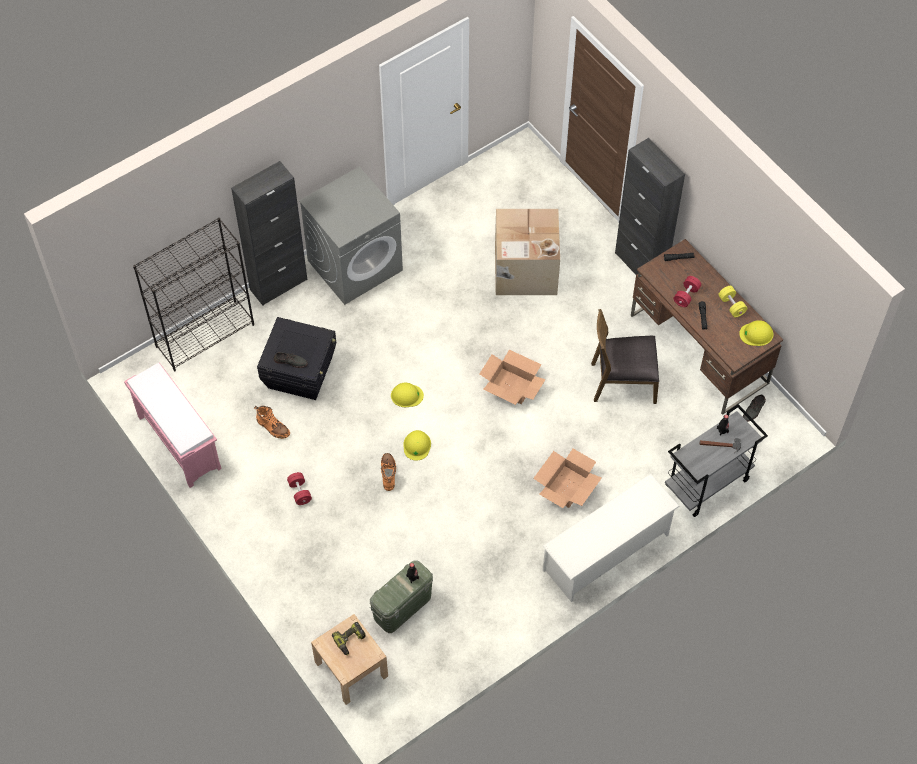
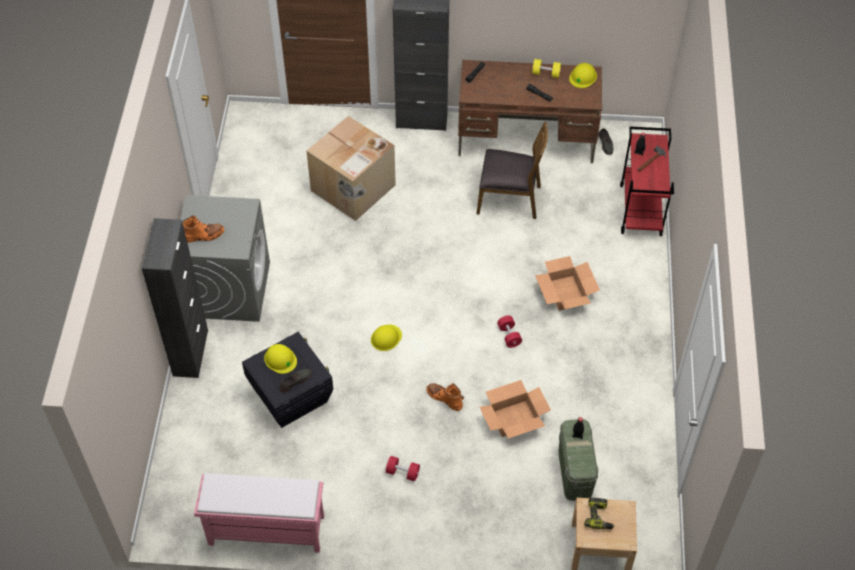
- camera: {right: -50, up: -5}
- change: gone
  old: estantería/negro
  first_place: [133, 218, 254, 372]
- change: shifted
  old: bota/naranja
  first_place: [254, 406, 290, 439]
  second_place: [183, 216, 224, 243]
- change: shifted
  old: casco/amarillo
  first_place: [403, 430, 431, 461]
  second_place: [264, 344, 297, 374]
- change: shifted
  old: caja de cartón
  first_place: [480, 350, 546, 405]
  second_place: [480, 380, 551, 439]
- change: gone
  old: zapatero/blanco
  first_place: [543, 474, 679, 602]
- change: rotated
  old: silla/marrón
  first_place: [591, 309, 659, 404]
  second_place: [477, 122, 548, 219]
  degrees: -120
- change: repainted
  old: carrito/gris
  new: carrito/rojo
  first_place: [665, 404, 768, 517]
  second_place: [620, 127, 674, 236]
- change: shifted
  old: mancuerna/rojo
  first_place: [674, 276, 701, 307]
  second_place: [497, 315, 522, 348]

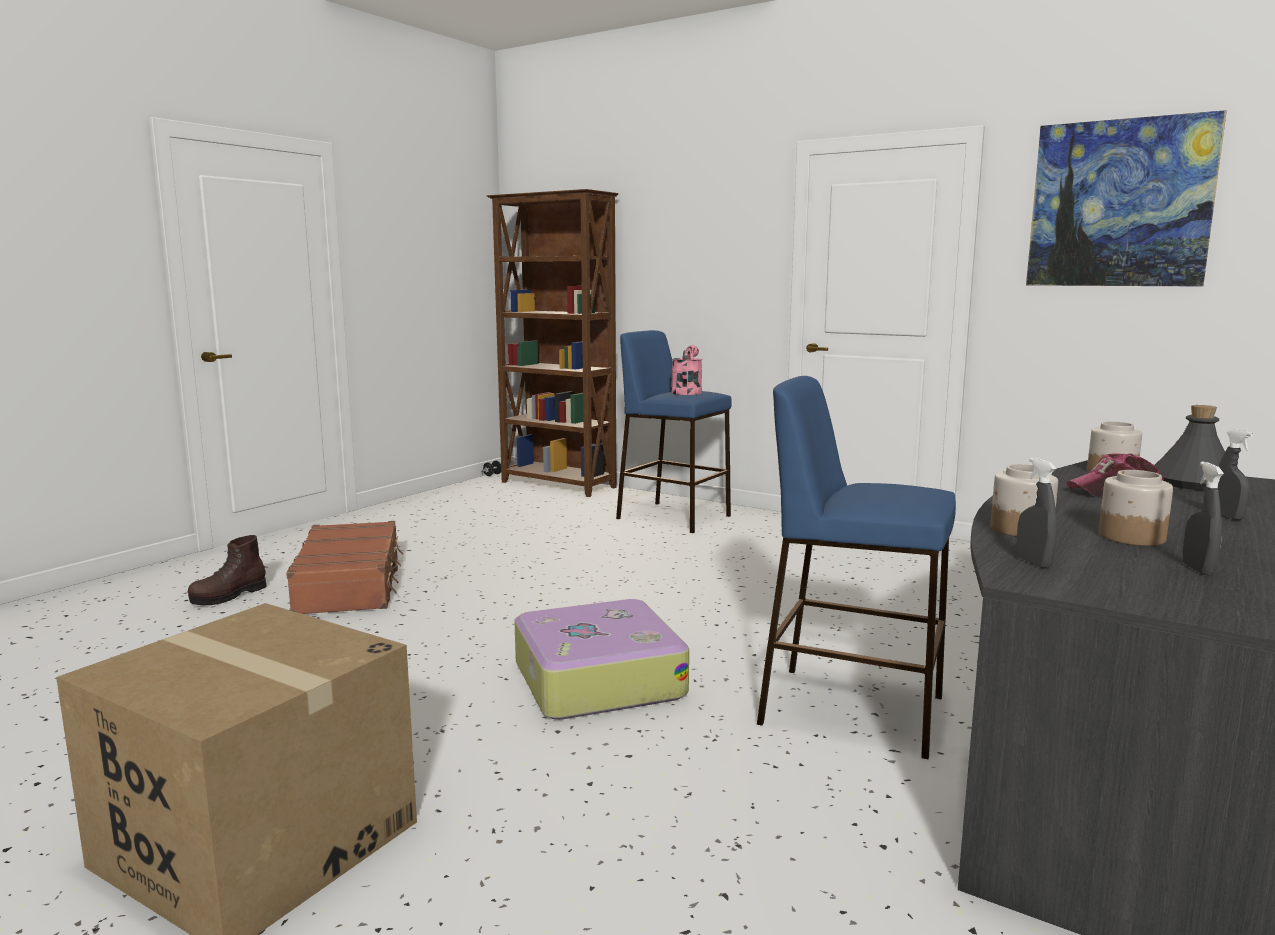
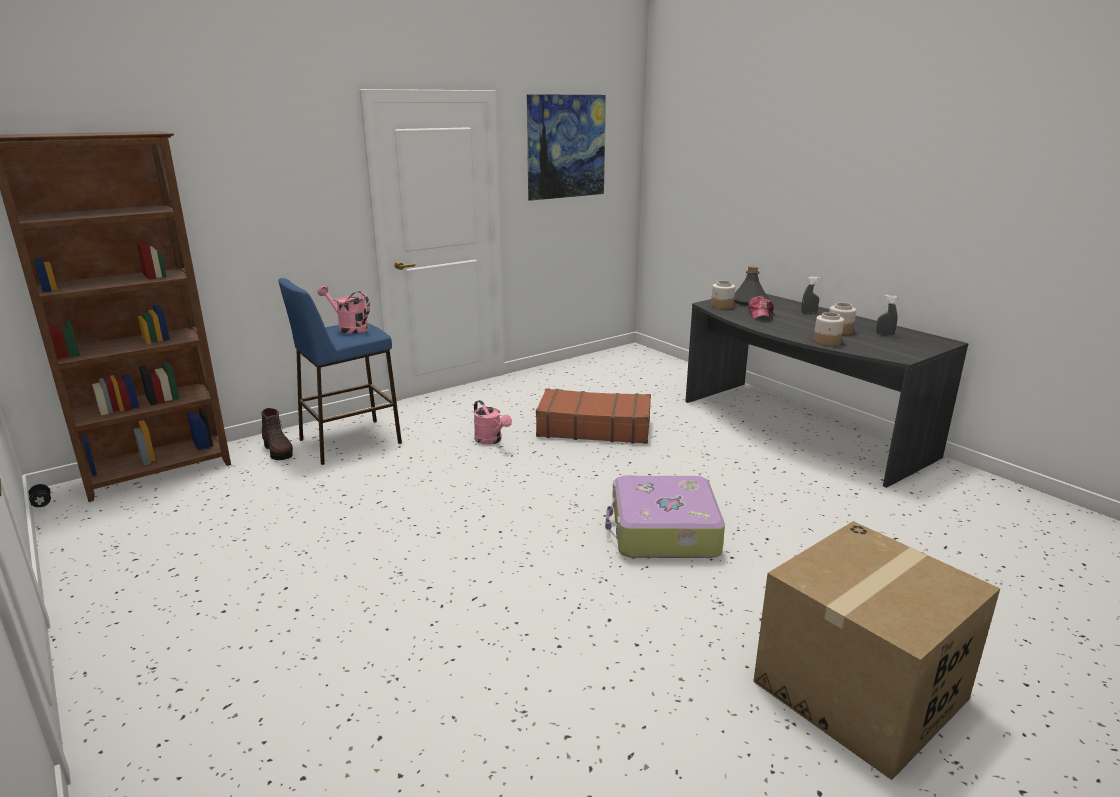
- camera: {right: -70, up: 10}
- change: shifted
  old: bota/marrón
  first_place: [188, 535, 266, 605]
  second_place: [262, 408, 293, 460]
- change: shifted
  old: maleta/marrón
  first_place: [286, 521, 403, 614]
  second_place: [536, 388, 651, 444]
- change: gone
  old: taburete/azul
  first_place: [757, 376, 956, 759]
- change: gone
  old: pulverizador/gris
  first_place: [1016, 457, 1057, 568]
- change: new
  new: regadera/rosa
  second_place: [473, 400, 512, 445]

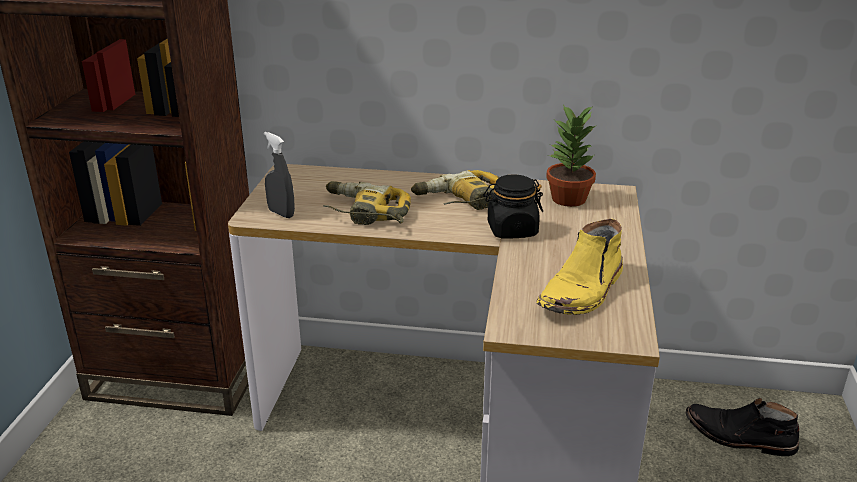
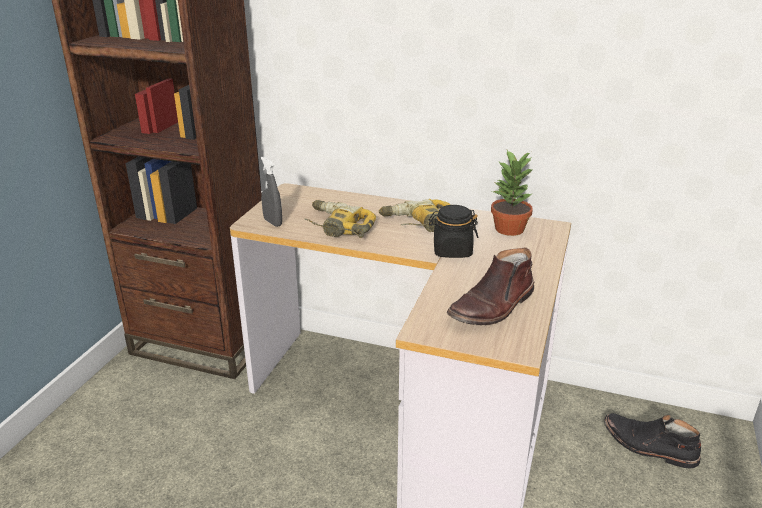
- camera: {right: 10, up: 0}
- change: repainted
  old: bota/amarillo
  new: bota/marrón
  first_place: [536, 219, 623, 315]
  second_place: [447, 248, 534, 325]

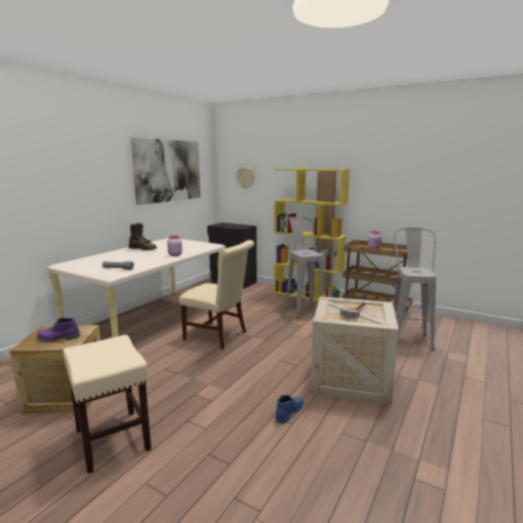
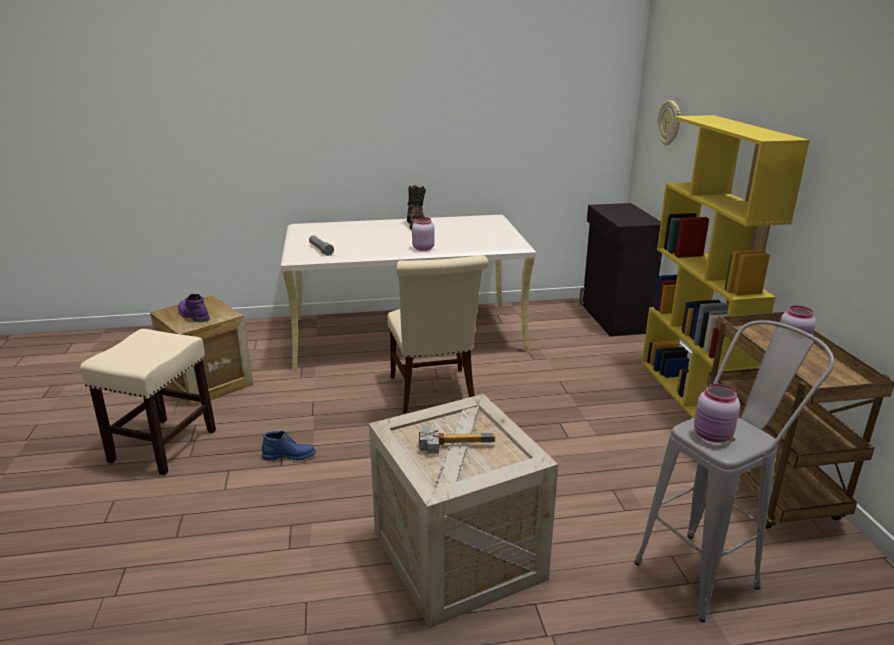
- camera: {right: 50, up: 10}
- change: gone
  old: cuadro
  first_place: [131, 137, 200, 205]
- change: shifted
  old: bota/azul
  first_place: [276, 395, 304, 423]
  second_place: [262, 431, 316, 461]
- change: gone
  old: taburete/gris
  first_place: [282, 217, 325, 319]
- change: new
  new: tarro/rosa
  second_place: [694, 384, 740, 443]

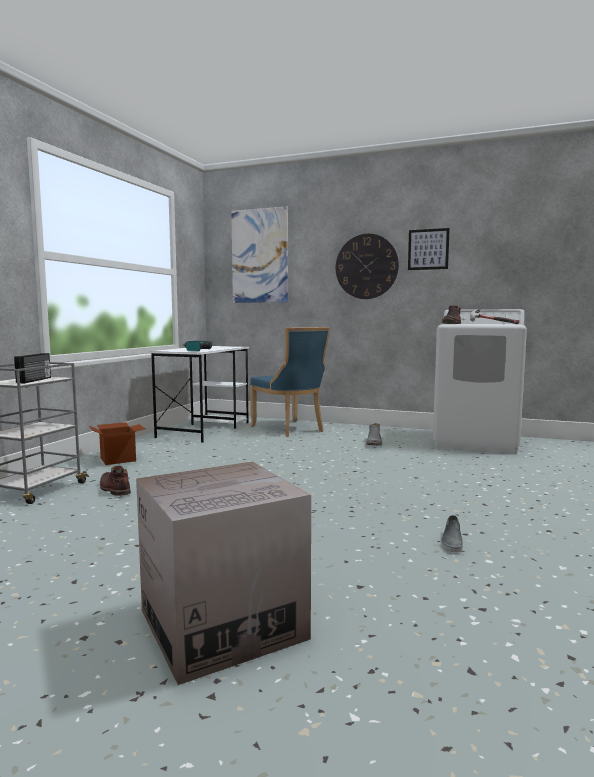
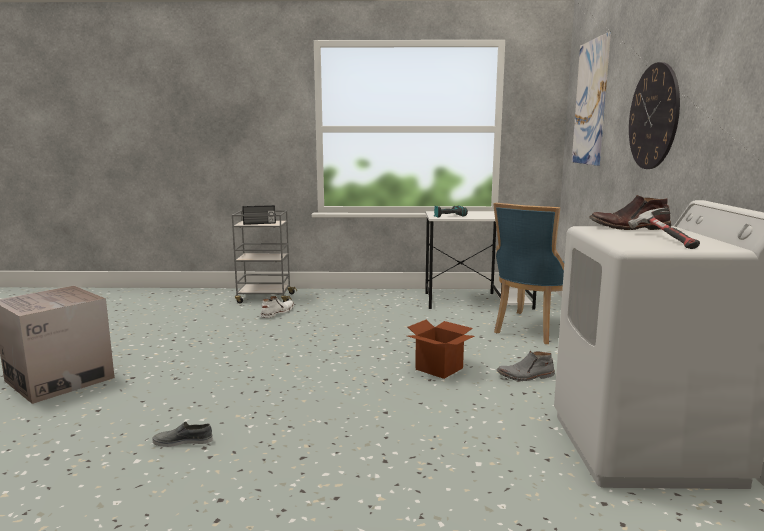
- camera: {right: 70, up: 5}
- change: shifted
  old: caja de cartón
  first_place: [89, 422, 145, 465]
  second_place: [407, 320, 474, 379]
- change: repainted
  old: bota/marrón
  new: bota/blanco
  first_place: [100, 466, 131, 496]
  second_place: [260, 296, 294, 318]
- change: gone
  old: cuadro
  first_place: [408, 228, 450, 270]

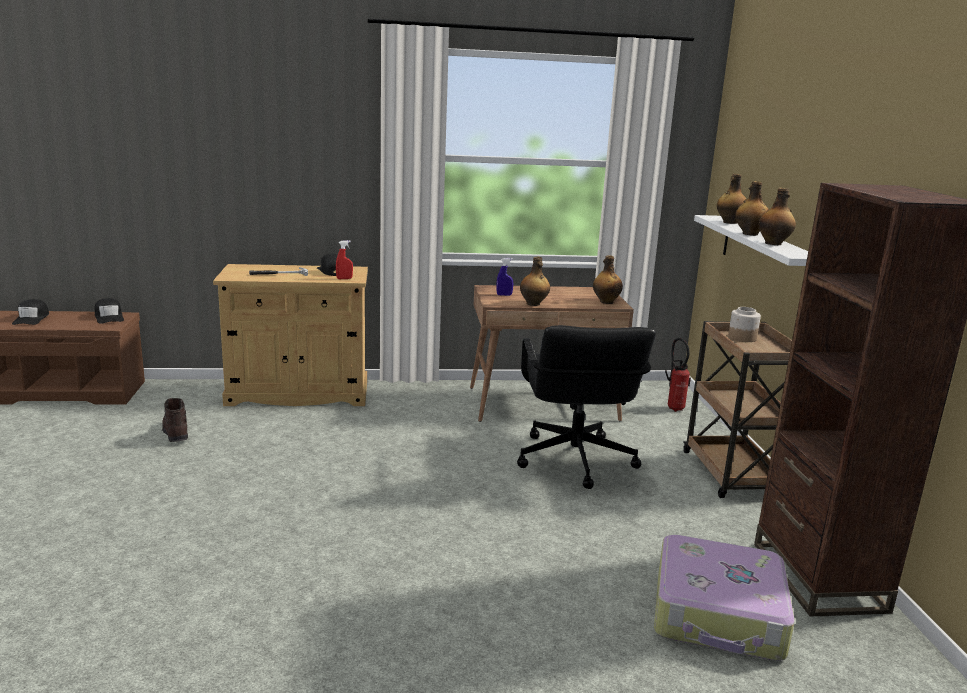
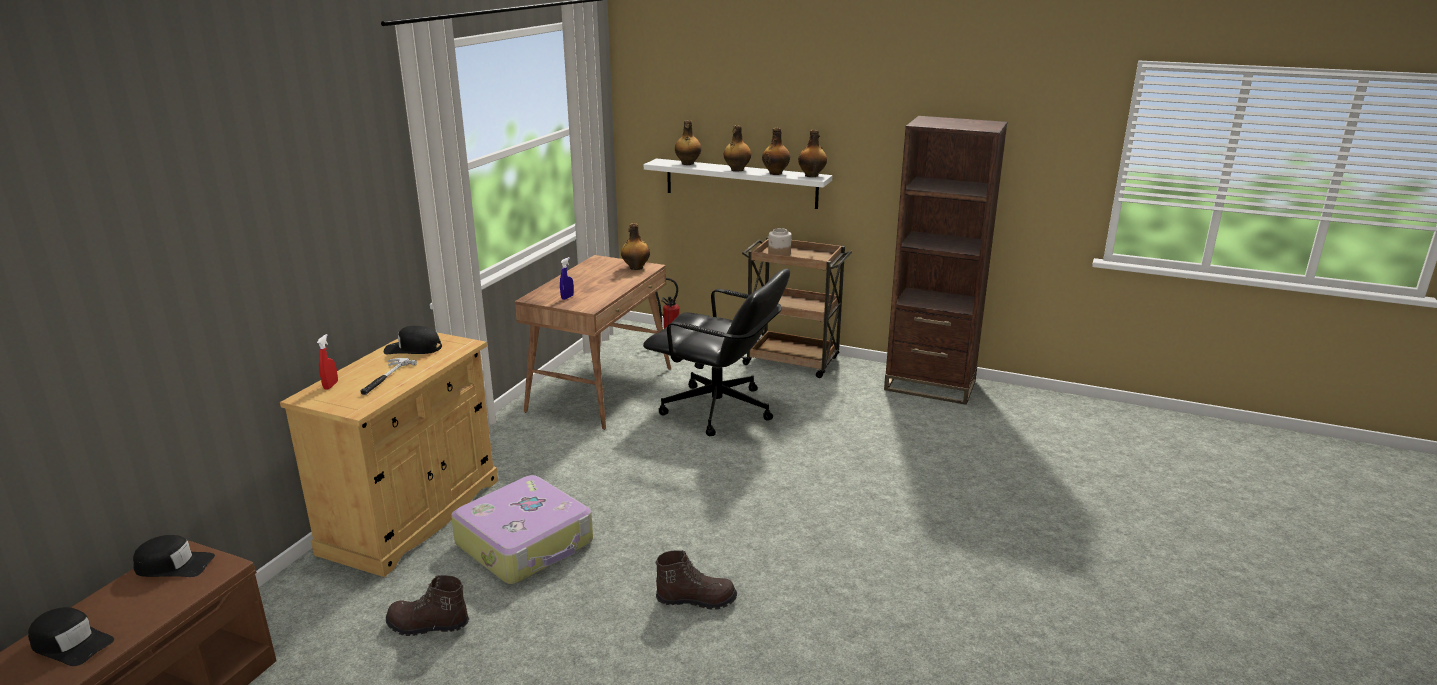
- camera: {right: -60, up: 5}
- change: shifted
  old: pulverizador/rojo
  first_place: [336, 240, 353, 279]
  second_place: [317, 334, 338, 390]
- change: shifted
  old: botella
  first_place: [520, 257, 550, 306]
  second_place: [798, 129, 827, 177]
- change: shifted
  old: maleta
  first_place: [654, 535, 795, 661]
  second_place: [451, 475, 593, 584]
- change: new
  new: bota/marrón
  second_place: [656, 550, 737, 610]

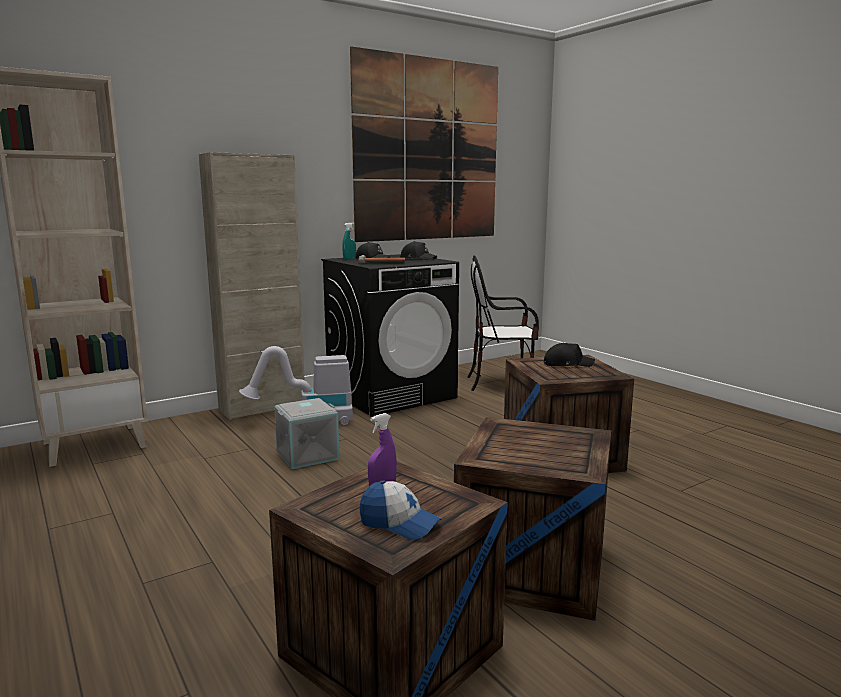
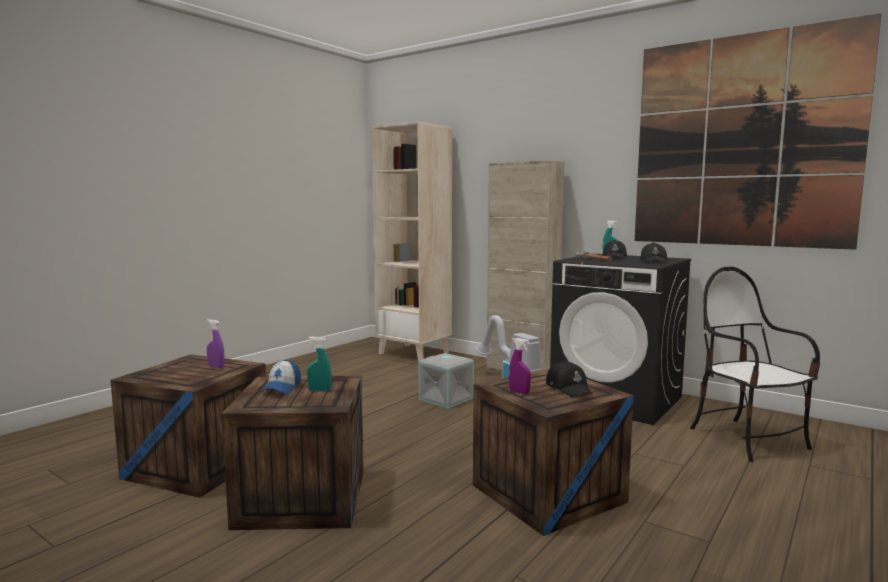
- camera: {right: 70, up: -5}
- change: shifted
  old: gorra
  first_place: [360, 480, 441, 540]
  second_place: [261, 359, 301, 394]
- change: new
  new: pulverizador/turquesa
  second_place: [307, 337, 331, 391]
- change: new
  new: pulverizador/morado
  second_place: [509, 338, 531, 394]

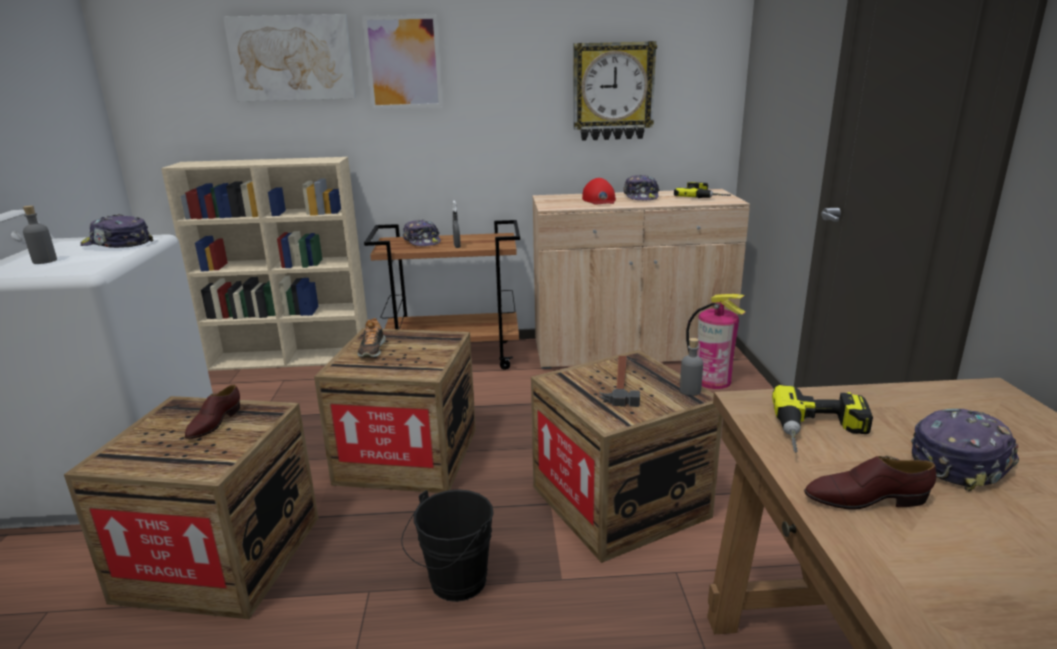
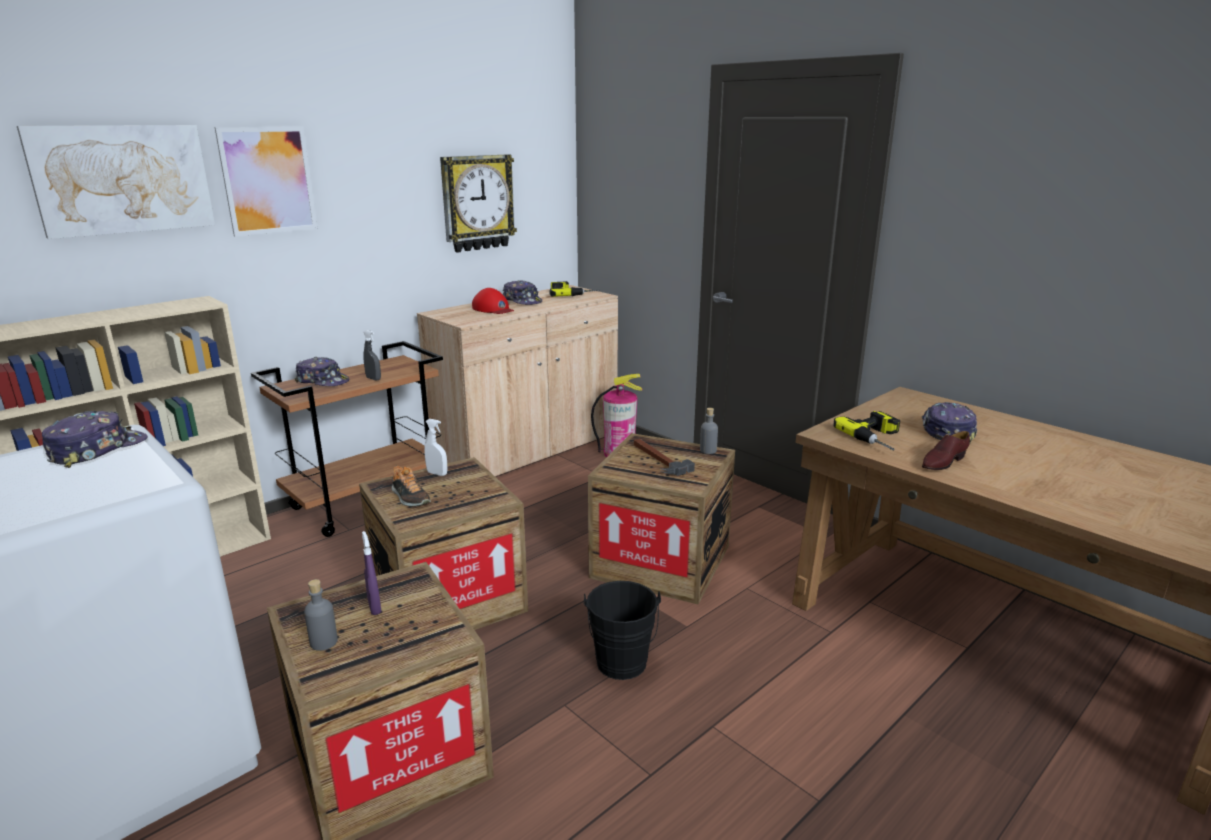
- camera: {right: -40, up: 0}
- change: shifted
  old: botella/gris
  first_place: [23, 205, 57, 264]
  second_place: [304, 579, 338, 651]
- change: rotated
  old: gorra
  first_place: [80, 214, 153, 248]
  second_place: [42, 411, 148, 468]
  degrees: 150
- change: swapped
  old: zapato/marrón
  new: pulverizador/morado
  first_place: [185, 385, 240, 439]
  second_place: [362, 531, 382, 615]
- change: new
  new: pulverizador/blanco
  second_place: [424, 419, 447, 476]

